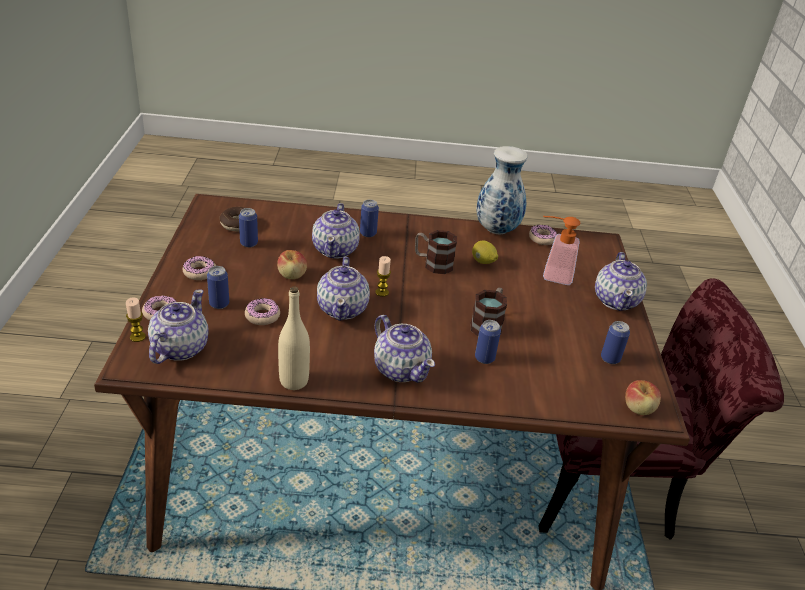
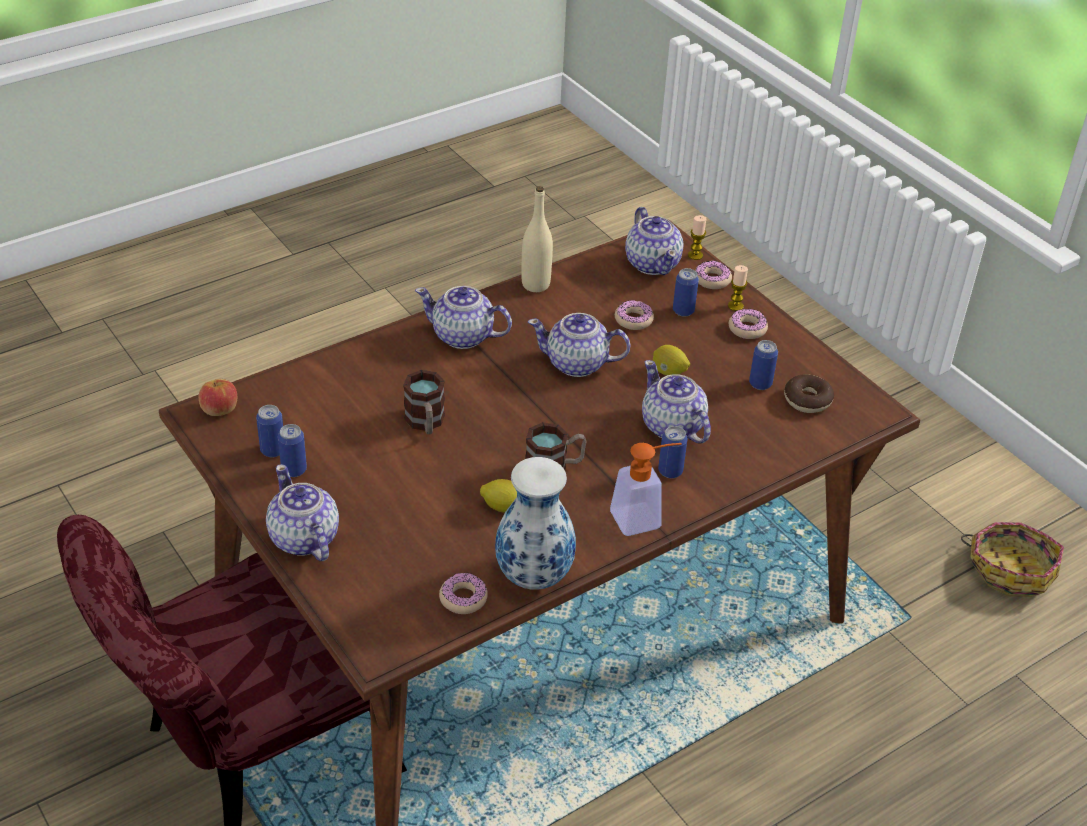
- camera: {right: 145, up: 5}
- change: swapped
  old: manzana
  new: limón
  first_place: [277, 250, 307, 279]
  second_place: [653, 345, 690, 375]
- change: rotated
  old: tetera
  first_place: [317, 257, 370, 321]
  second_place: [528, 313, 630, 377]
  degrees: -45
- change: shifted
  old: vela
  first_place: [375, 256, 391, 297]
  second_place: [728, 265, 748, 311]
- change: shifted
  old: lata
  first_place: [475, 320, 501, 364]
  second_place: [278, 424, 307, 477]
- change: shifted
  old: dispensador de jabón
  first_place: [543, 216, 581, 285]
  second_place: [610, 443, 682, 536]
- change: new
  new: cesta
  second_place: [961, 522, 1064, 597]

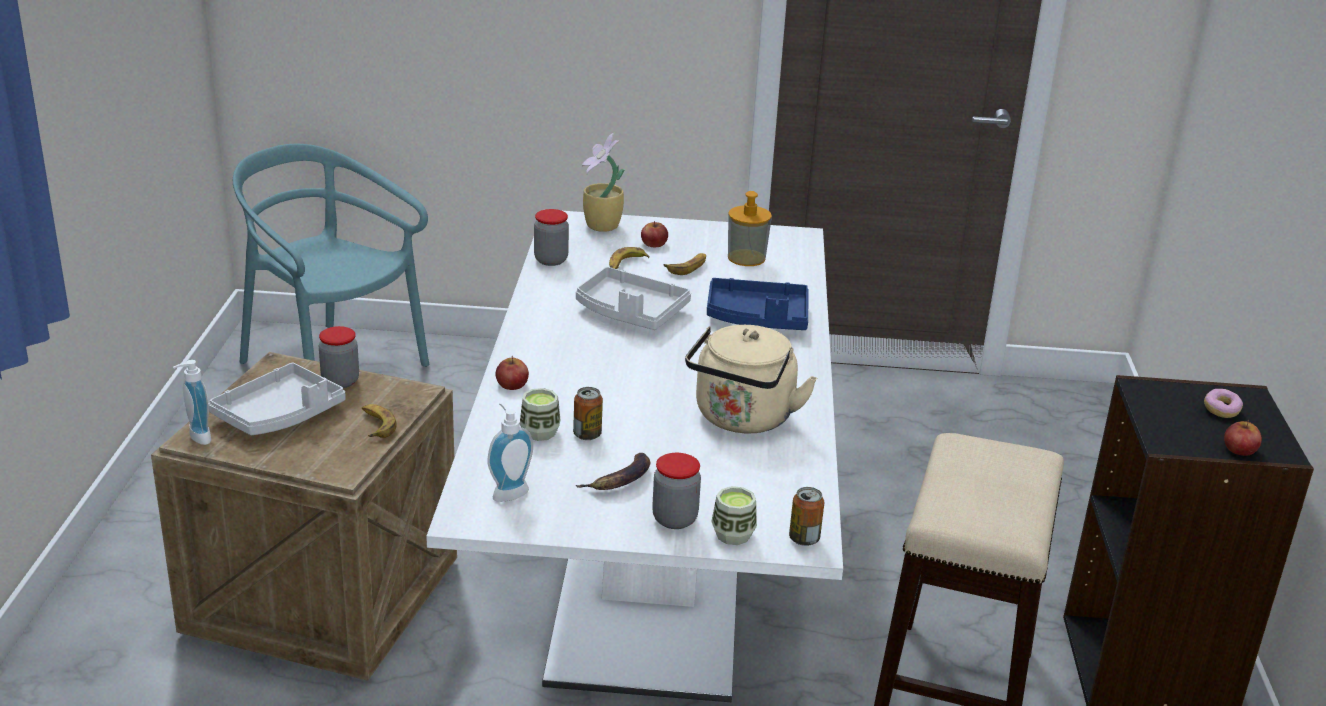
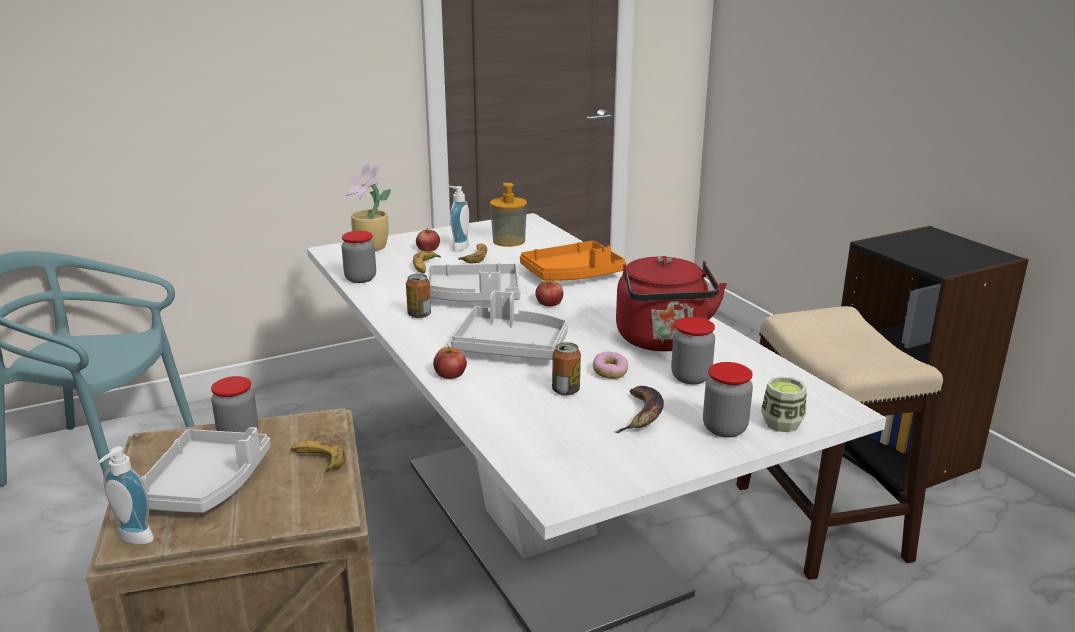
- camera: {right: -30, up: -5}
- change: shifted
  old: dispensador de jabón
  first_place: [487, 403, 533, 502]
  second_place: [447, 186, 469, 251]
- change: gone
  old: taza
  first_place: [520, 388, 560, 441]
- change: repainted
  old: hervidor/beis
  new: hervidor/rojo
  first_place: [685, 325, 817, 433]
  second_place: [616, 256, 727, 351]
- change: repainted
  old: bandeja/azul
  new: bandeja/naranja
  first_place: [707, 278, 808, 330]
  second_place: [520, 241, 626, 280]
- change: shifted
  old: lata
  first_place: [789, 487, 824, 546]
  second_place: [406, 274, 431, 318]
- change: shifted
  old: rosquilla
  first_place: [1204, 389, 1243, 418]
  second_place: [593, 351, 628, 379]
- change: shifted
  old: manzana
  first_place: [1224, 420, 1262, 456]
  second_place: [535, 277, 563, 306]
- change: new
  new: bandeja/gris
  second_place: [451, 291, 568, 360]
- change: new
  new: tarro
  second_place: [671, 317, 715, 385]

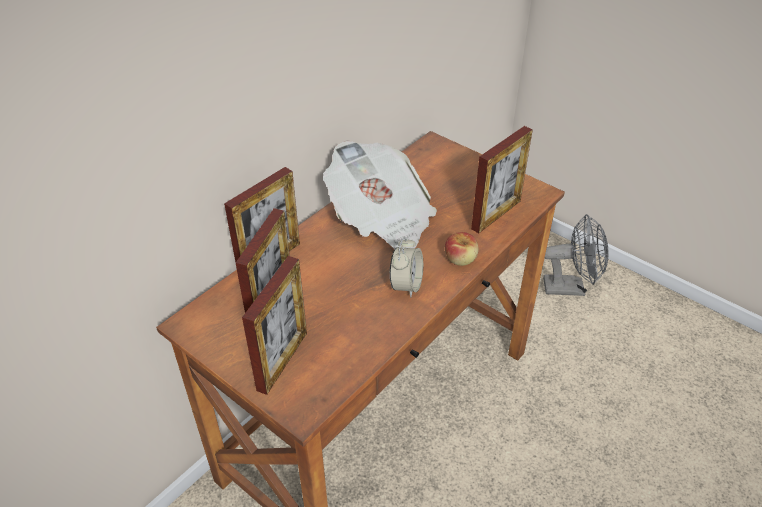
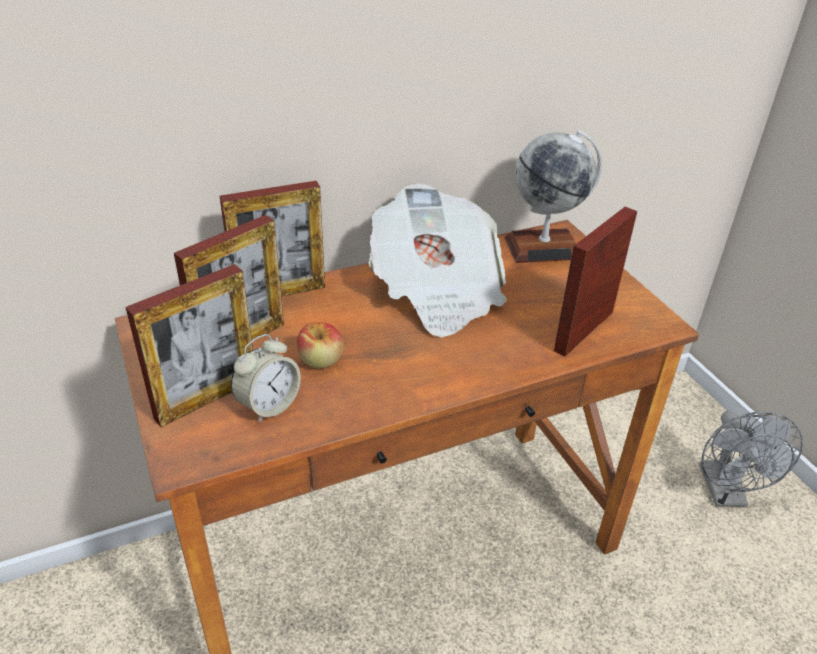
- camera: {right: 25, up: -5}
- change: shifted
  old: despertador
  first_place: [390, 237, 423, 298]
  second_place: [231, 334, 301, 423]
- change: shifted
  old: manzana
  first_place: [445, 232, 479, 266]
  second_place: [297, 322, 344, 368]
- change: rotated
  old: portarretratos
  first_place: [471, 126, 533, 233]
  second_place: [554, 207, 637, 357]
  degrees: 150
- change: rotated
  old: ventilador/gris
  first_place: [543, 214, 609, 296]
  second_place: [699, 411, 803, 507]
  degrees: 60
- change: new
  new: globo terráqueo
  second_place: [505, 130, 602, 263]

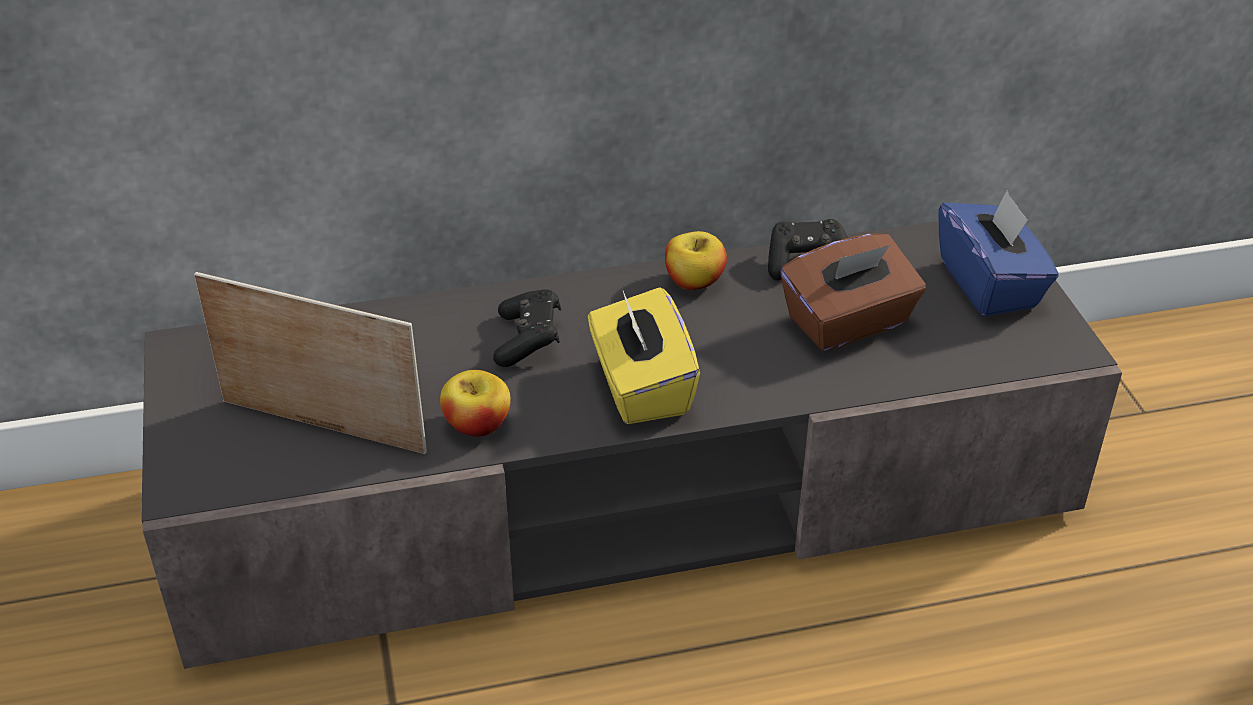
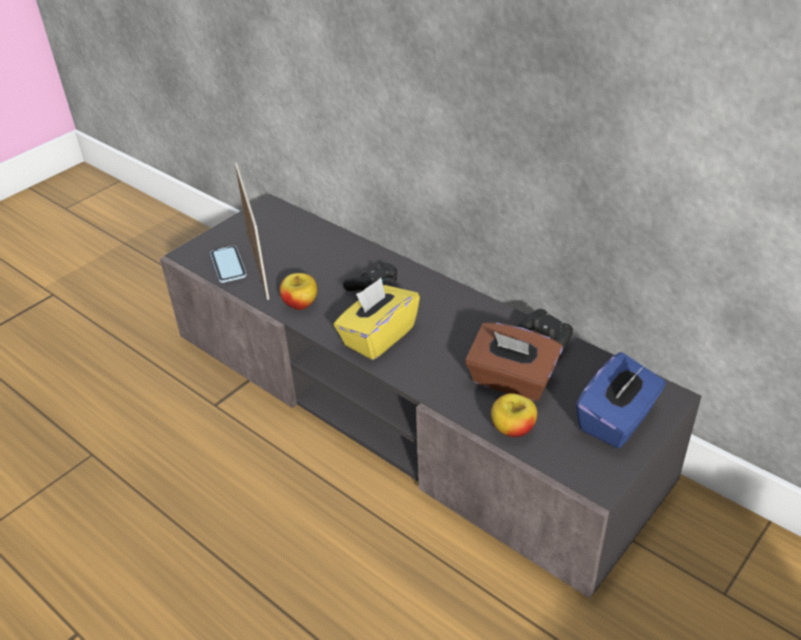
- camera: {right: 55, up: 0}
- change: shifted
  old: manzana
  first_place: [665, 231, 727, 290]
  second_place: [491, 393, 537, 437]
- change: new
  new: móvil
  second_place: [210, 246, 247, 283]

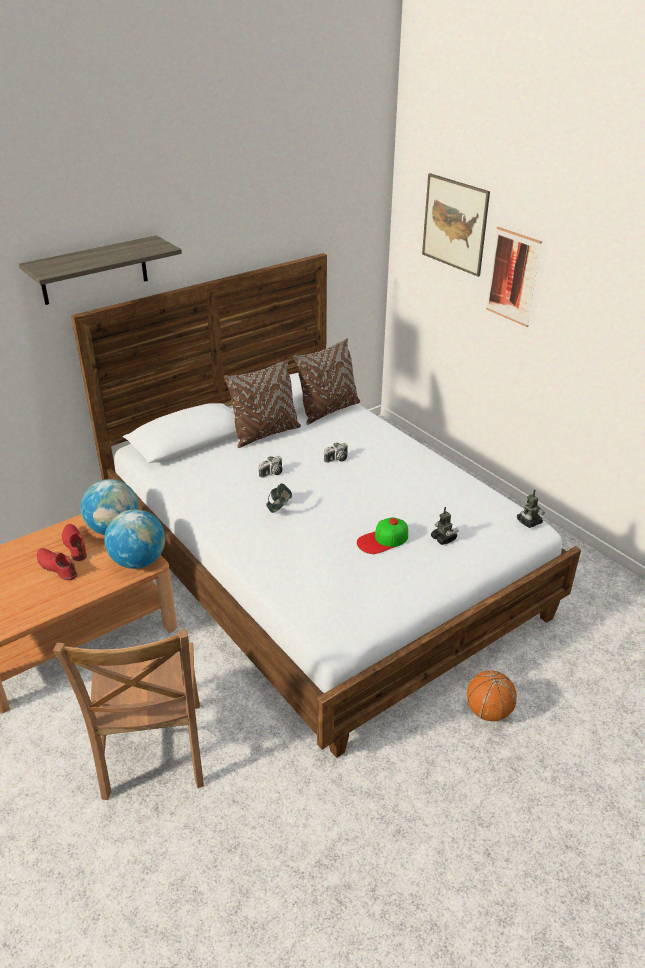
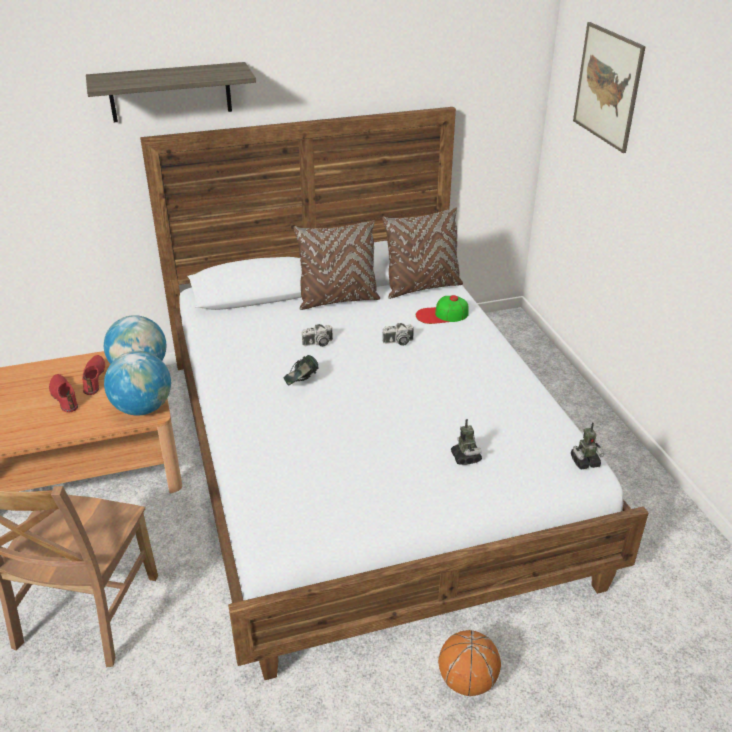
- camera: {right: 20, up: 0}
- change: shifted
  old: gorra
  first_place: [357, 517, 408, 554]
  second_place: [416, 295, 469, 324]
- change: gone
  old: cuadro
  first_place: [486, 227, 542, 327]

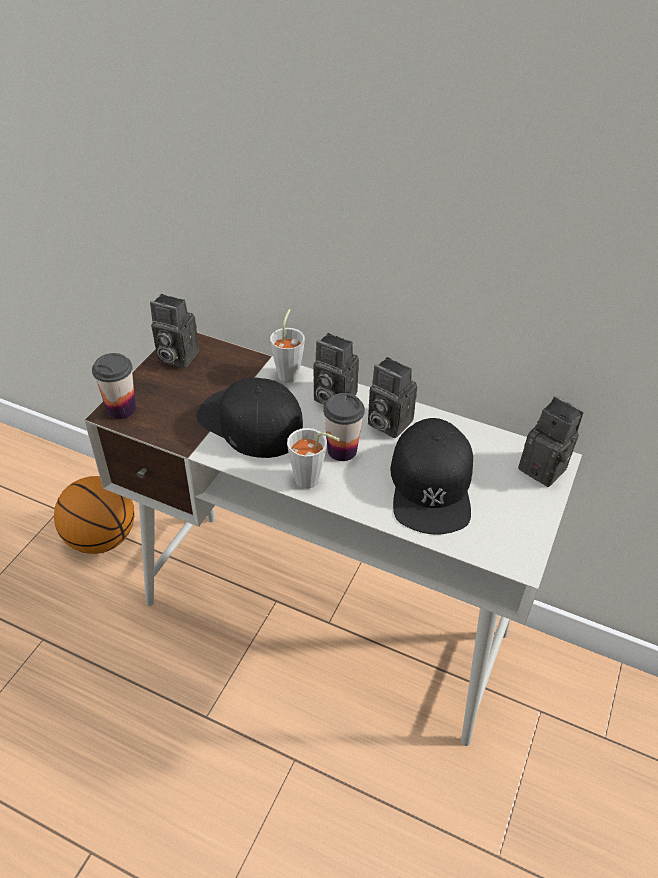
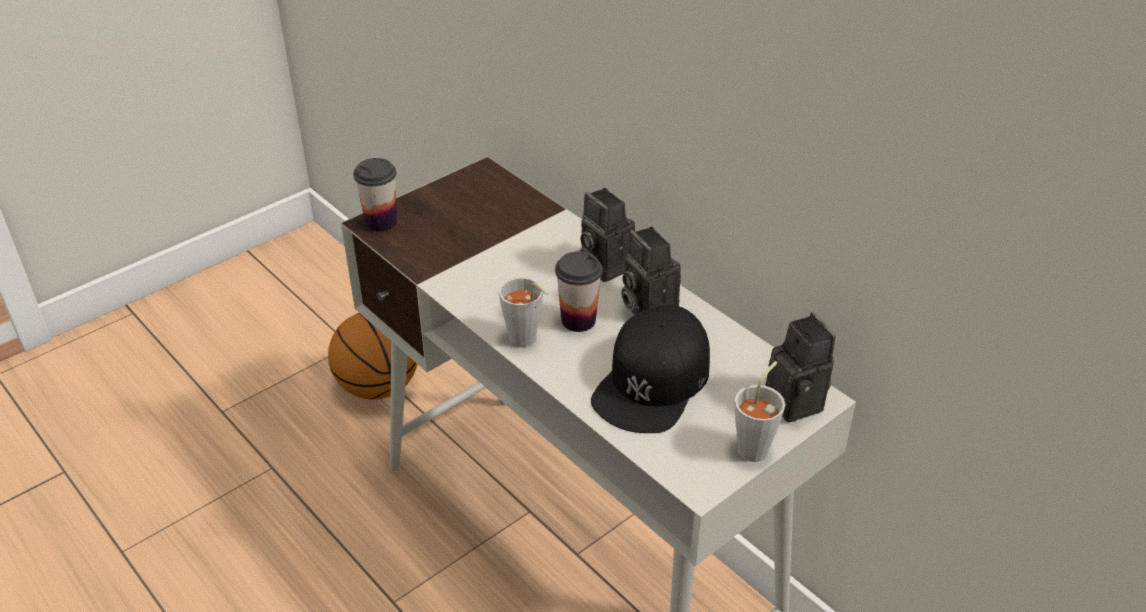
- camera: {right: 25, up: -5}
- change: gone
  old: cámara
  first_place: [150, 294, 199, 368]
- change: gone
  old: gorra/negro
  first_place: [196, 378, 303, 458]
- change: shifted
  old: taza/gris
  first_place: [270, 309, 305, 382]
  second_place: [735, 361, 785, 462]

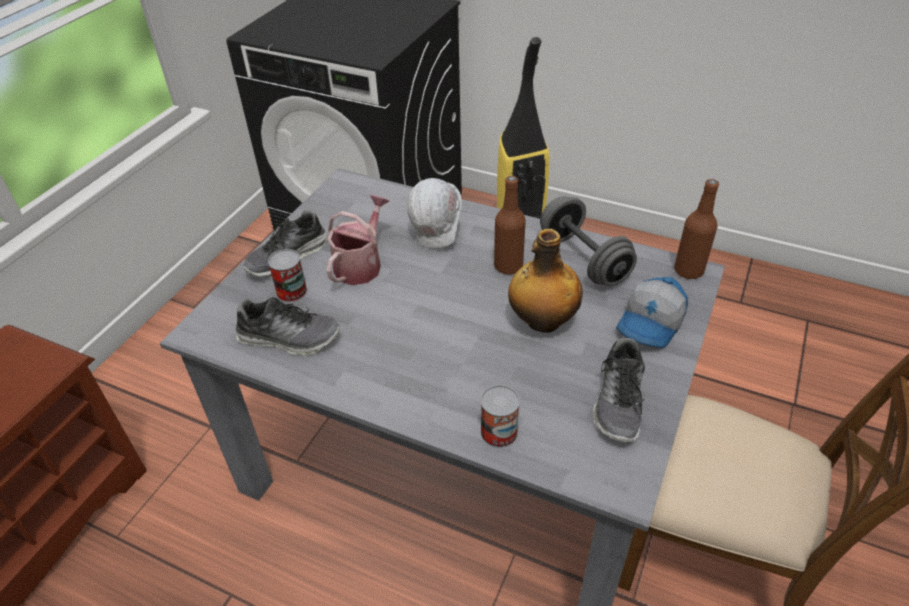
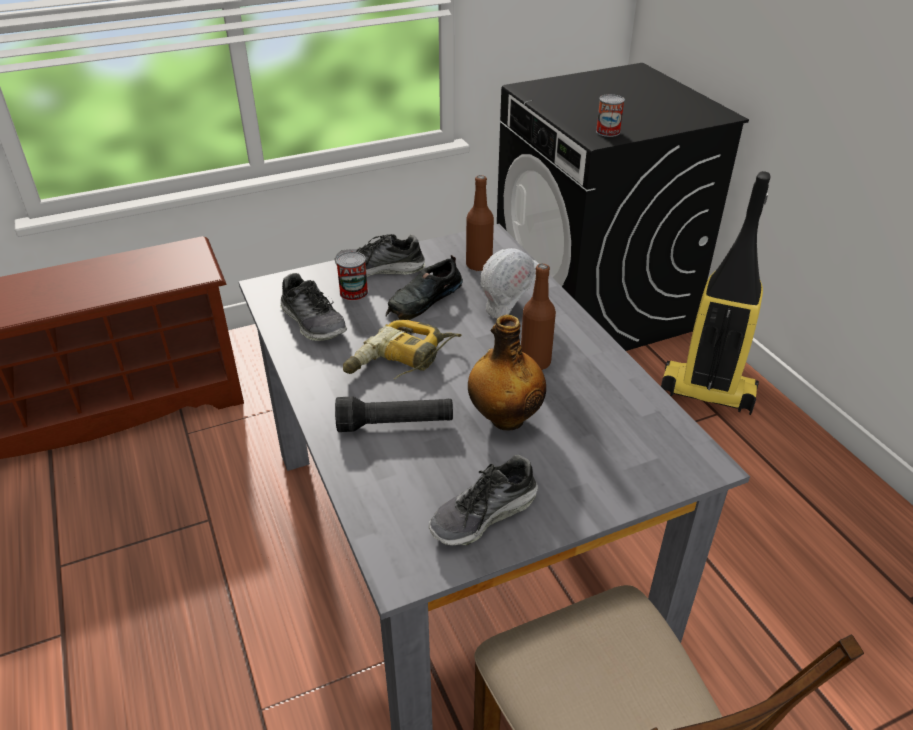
- camera: {right: 40, up: -5}
- change: swapped
  old: regadera
  new: zapato/negro
  first_place: [326, 195, 389, 285]
  second_place: [386, 255, 463, 320]
- change: shifted
  old: lata
  first_place: [480, 385, 520, 448]
  second_place: [596, 94, 625, 137]
- change: gone
  old: mancuerna/gris
  first_place: [540, 196, 637, 286]
- change: gone
  old: gorra
  first_place: [616, 277, 688, 348]
- change: shifted
  old: botella/marrón
  first_place: [674, 179, 719, 279]
  second_place: [466, 175, 494, 271]
- change: new
  new: linterna/negro
  second_place: [335, 396, 453, 432]
- change: new
  new: taladro
  second_place: [343, 320, 461, 380]

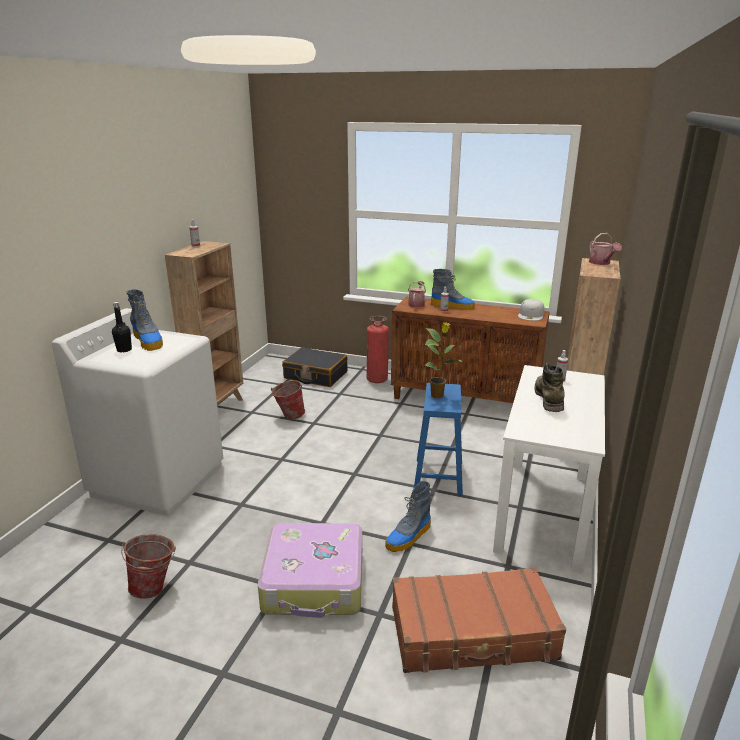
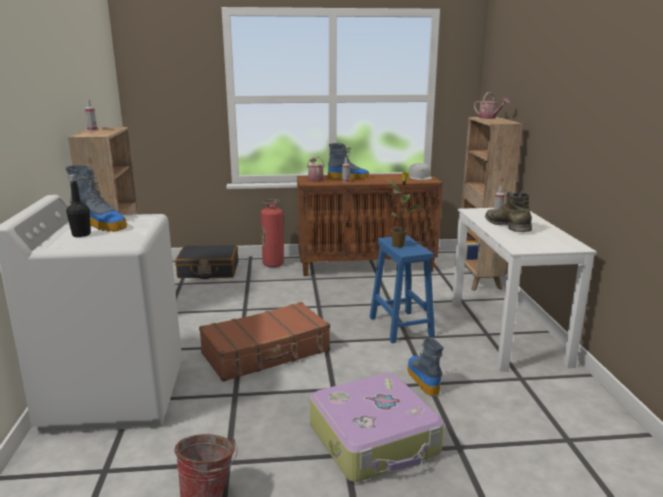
- camera: {right: -25, up: -5}
- change: gone
  old: cubo
  first_place: [271, 380, 305, 420]
- change: rotated
  old: bota
  first_place: [385, 481, 431, 552]
  second_place: [407, 338, 444, 396]
  degrees: 150
- change: shifted
  old: maleta/marrón
  first_place: [392, 567, 566, 673]
  second_place: [199, 302, 330, 382]

